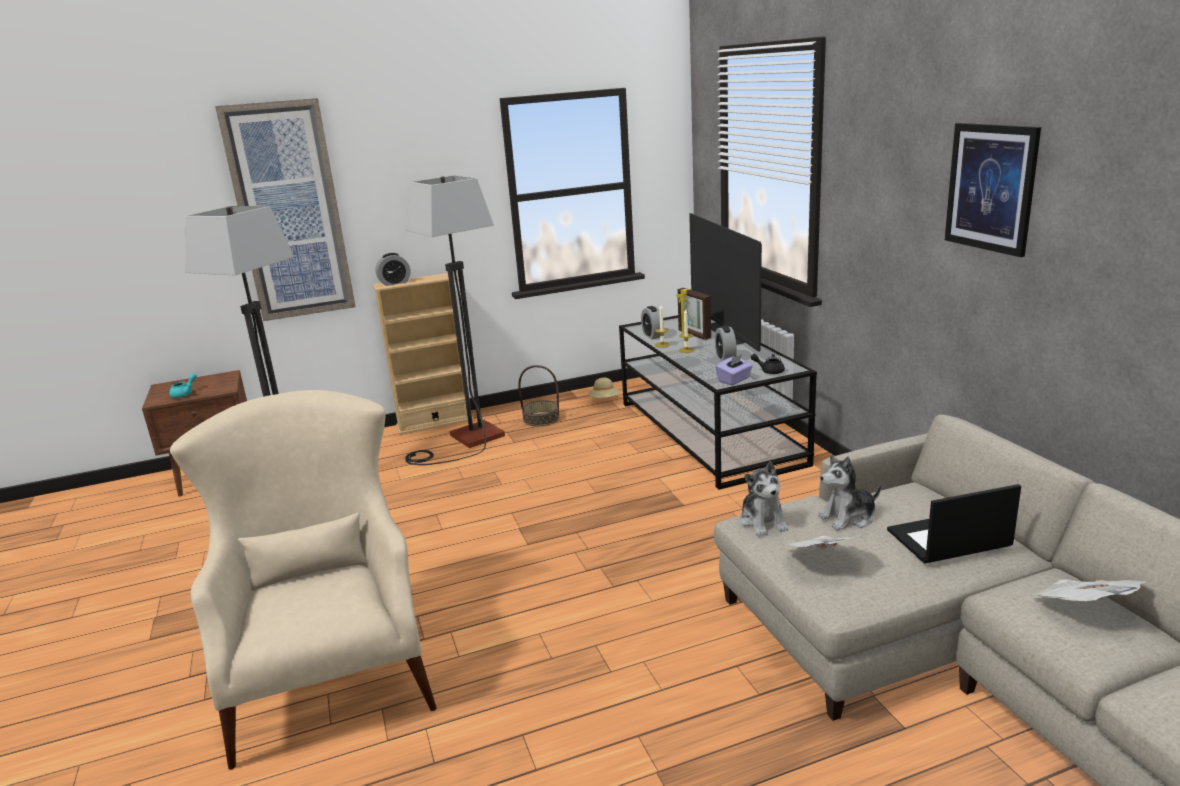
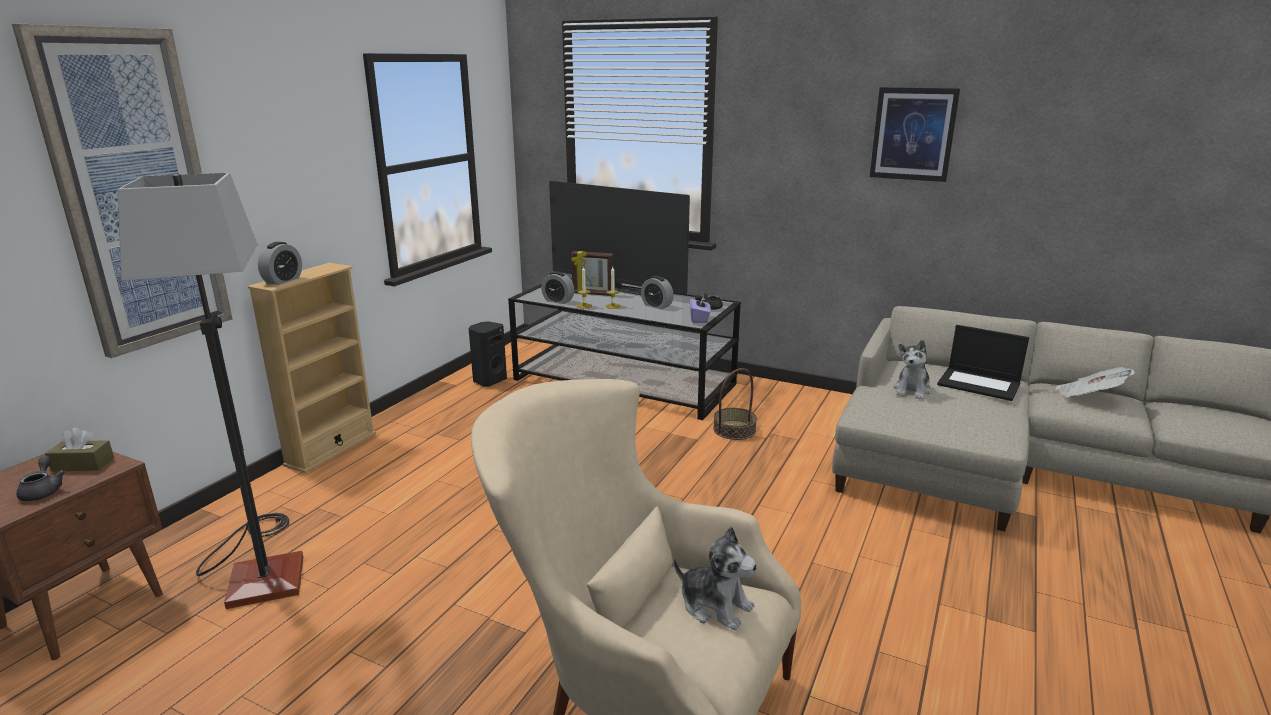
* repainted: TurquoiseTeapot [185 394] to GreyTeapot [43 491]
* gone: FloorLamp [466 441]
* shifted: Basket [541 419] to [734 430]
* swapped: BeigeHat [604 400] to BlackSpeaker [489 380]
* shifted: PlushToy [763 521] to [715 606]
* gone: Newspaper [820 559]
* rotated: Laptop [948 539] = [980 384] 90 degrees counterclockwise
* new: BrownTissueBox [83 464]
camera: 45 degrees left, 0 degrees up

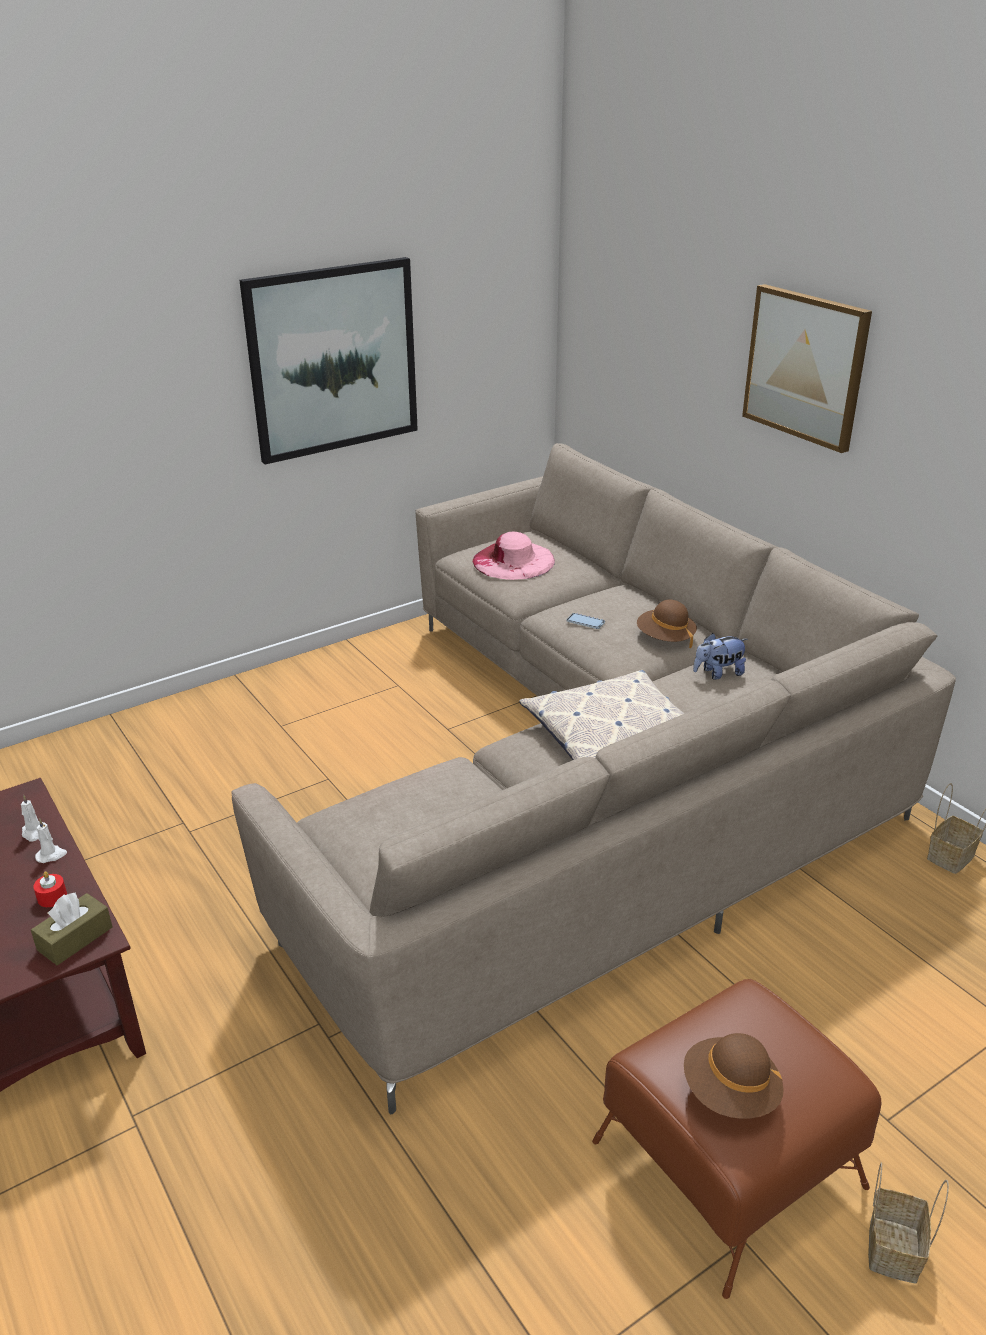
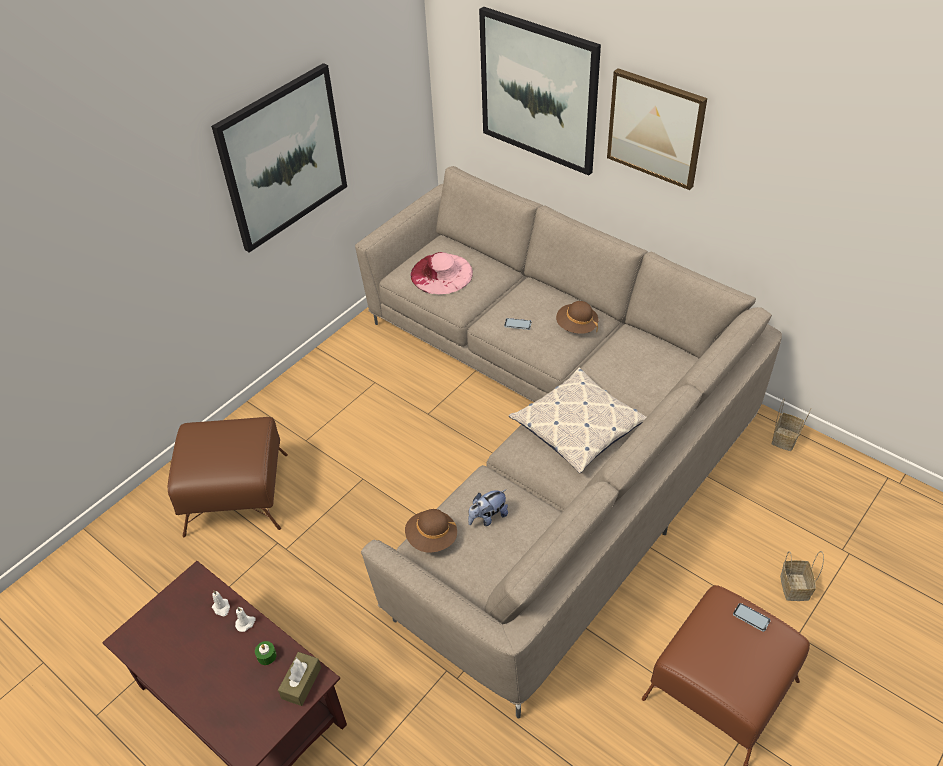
* repainted: RedCandle [52 897] to GreenCandle [266 656]
* shifted: BrownHat [730 1093] to [432 538]
* shifted: PlushToy [718 673] to [488 517]
* shifted: Basket [892 1247] to [793 586]
* new: BrownOttoman [237 494]
* new: Picture [539 91]
* new: Phone [751 617]
camera: 15 degrees left, 15 degrees up

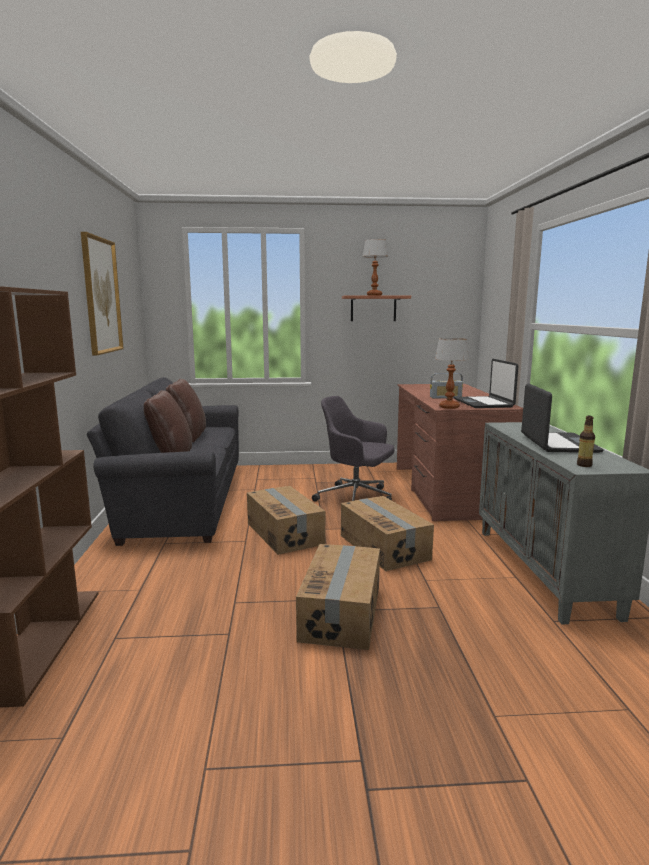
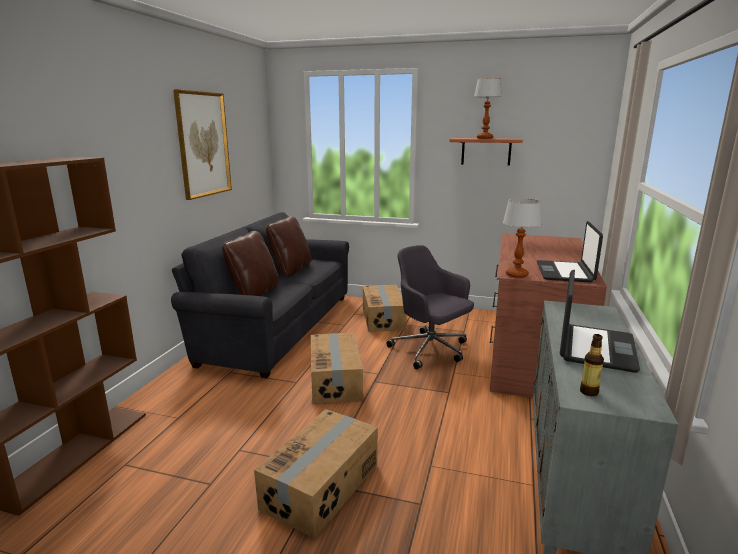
* shifted: CardboardBox [384 547] to [383 318]
* gone: Radio [445 397]
camera: 20 degrees right, 5 degrees up

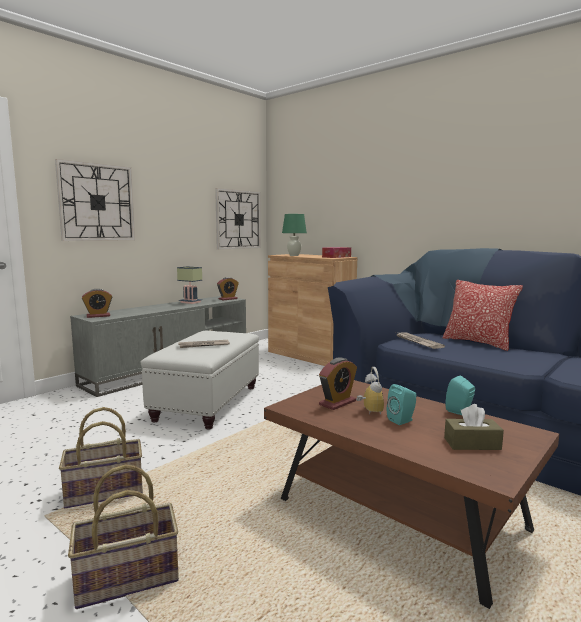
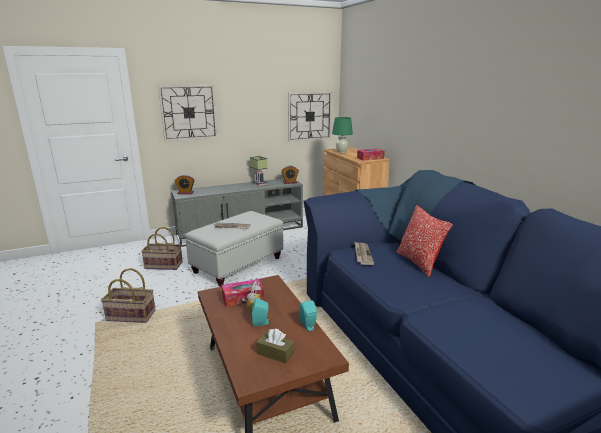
* shifted: Basket [127 579] to [163 265]
* swapped: AlarmClock [337 403] to TissueBox [243 298]
camera: 25 degrees right, 10 degrees up

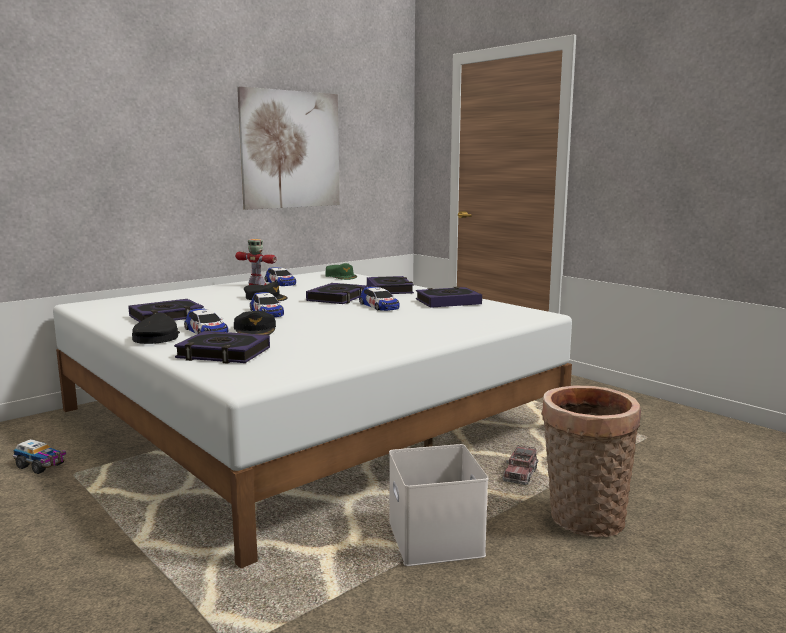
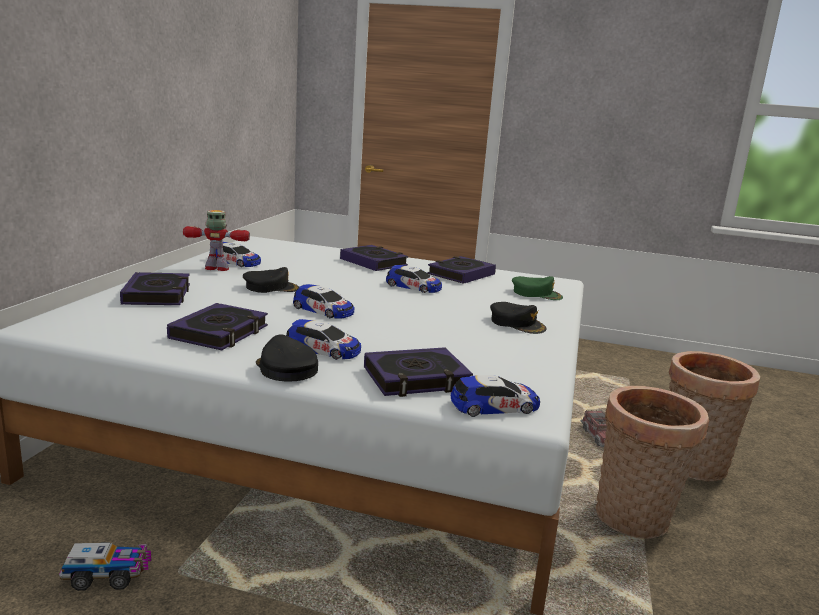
* shifted: BlackCap [255 330] to [517 324]
* gone: Picture [291 150]
* shifted: Book [337 298] to [157 295]
* shifted: GreenCap [341 276] to [536 294]
* swapped: WhiteStorageBox [437 539] to Basket [634 520]
* new: ToyCar [494 406]
camera: 35 degrees left, 5 degrees up

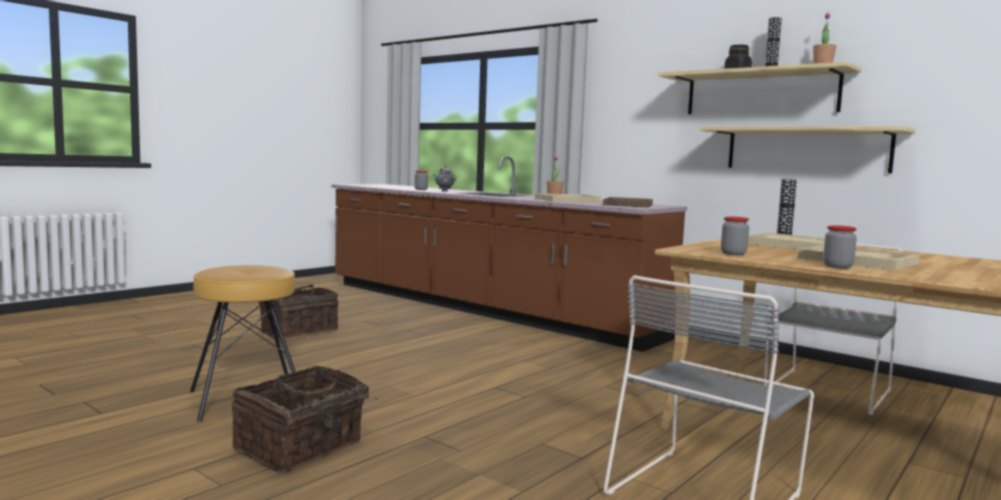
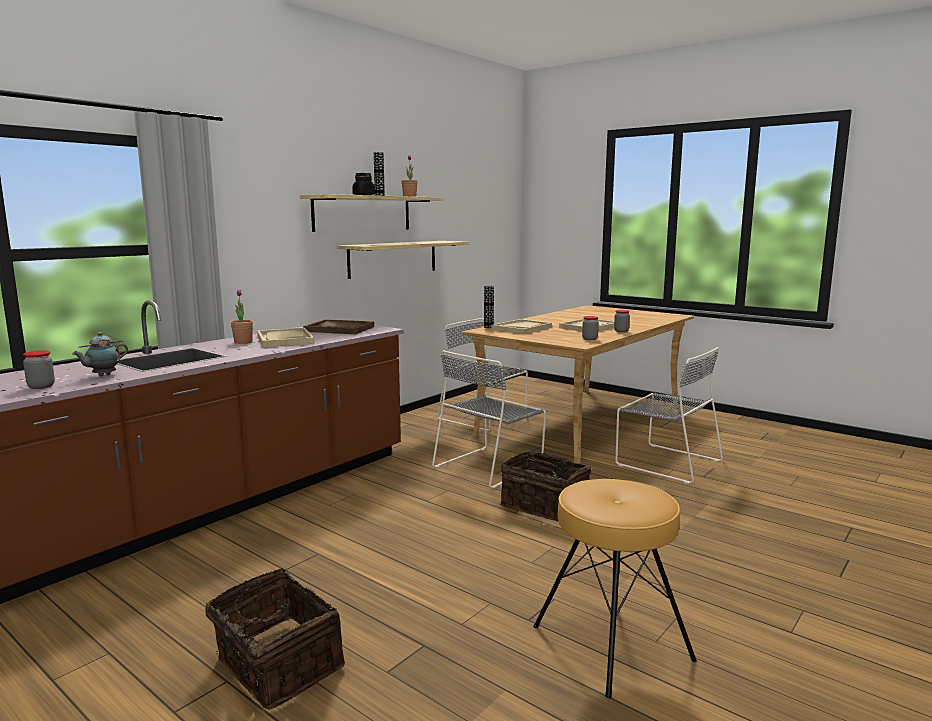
* shifted: Basket [301 447] to [545 506]
* new: GreyChair [490 466]
camera: 90 degrees left, 5 degrees up

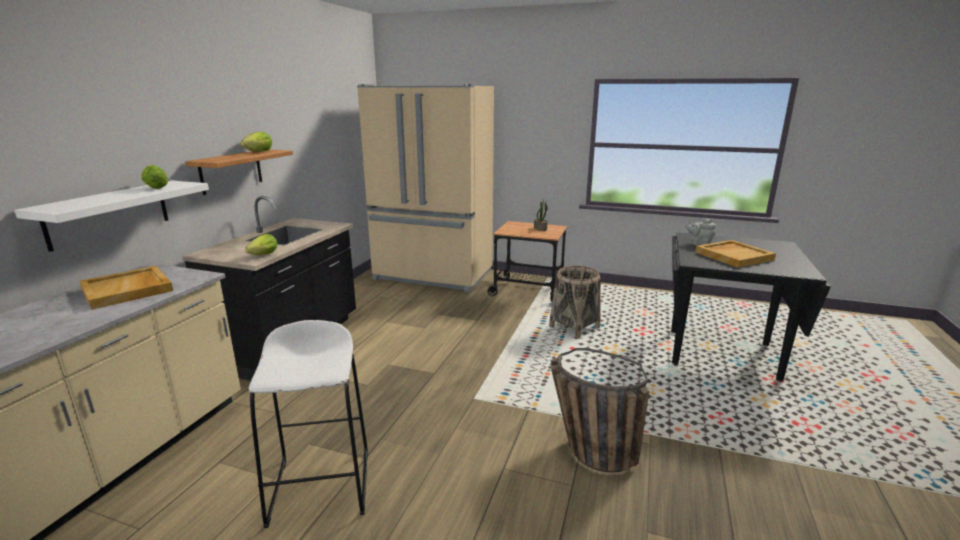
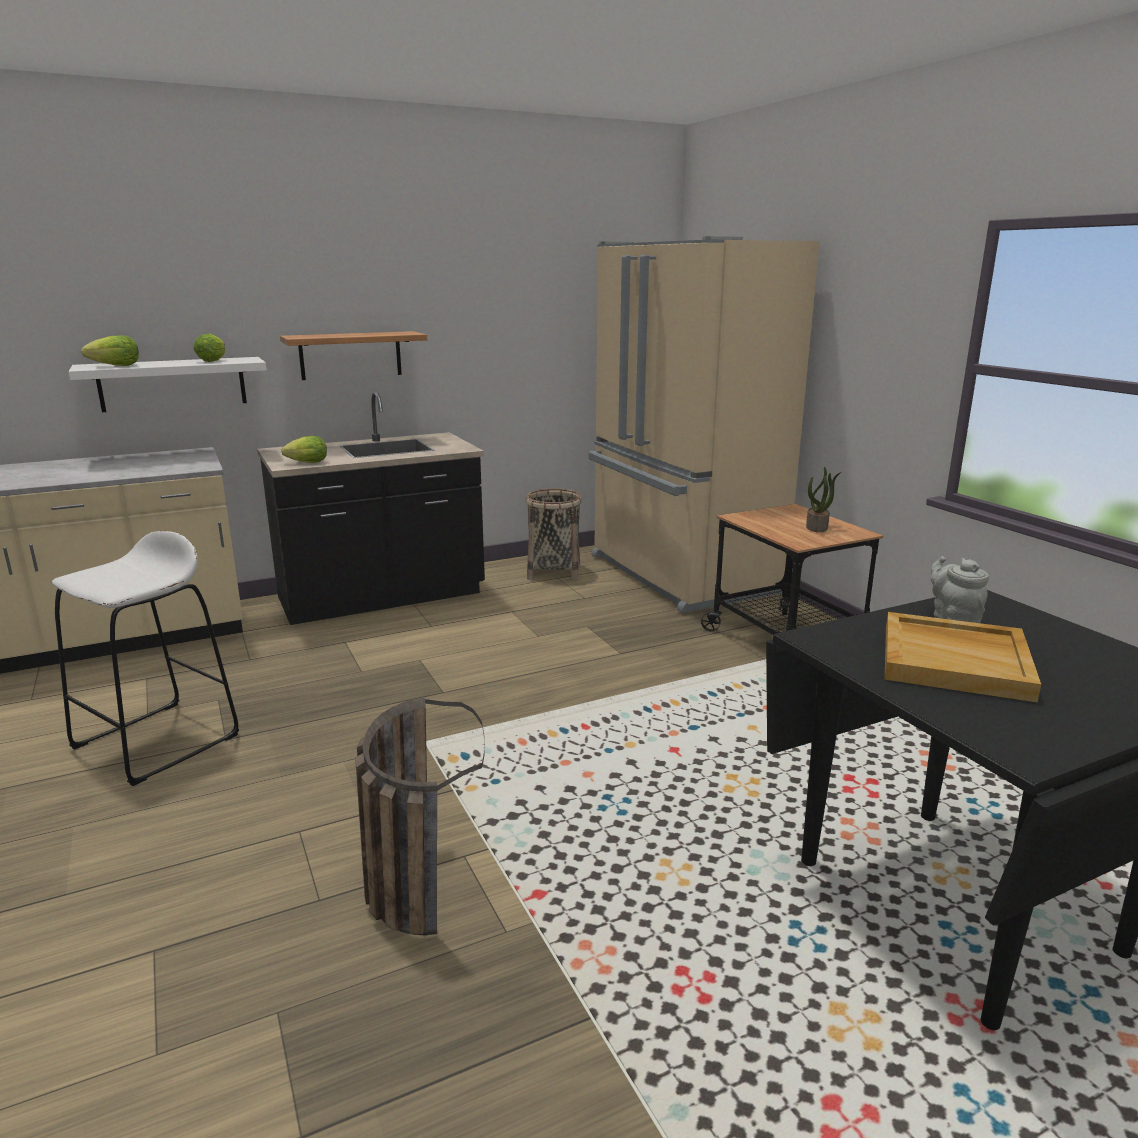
* gone: BeigeTray [128 290]
* shifted: Lettuce [258 152] to [116 366]
* shifted: Basket [574 327] to [554 571]
camera: 45 degrees right, 0 degrees up

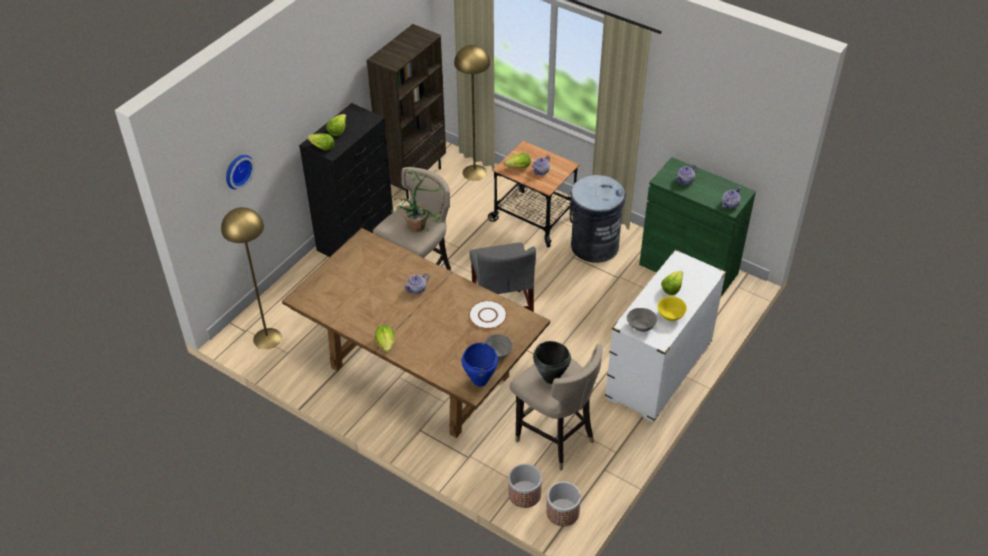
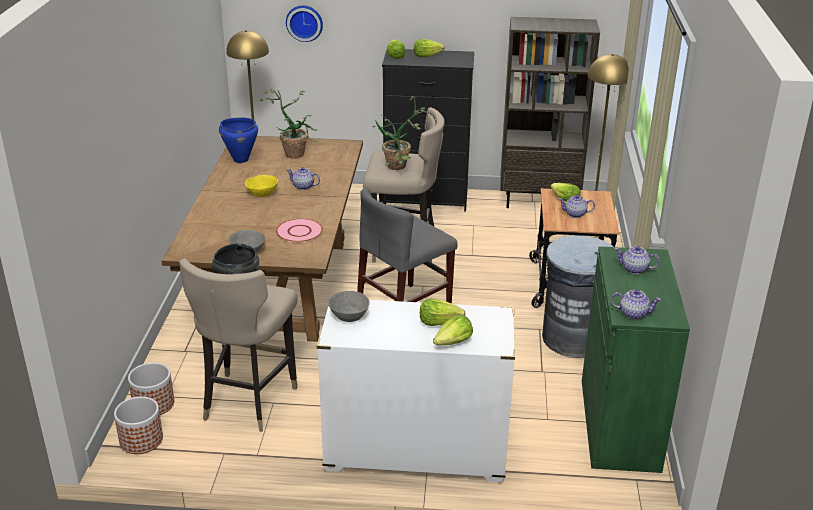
* shifted: Lettuce [386 344] to [453 342]
* shifted: BlueCookingPot [479 381] to [240 159]
* repainted: WhitePlate [487 315] to PinkPlate [299 231]
* shifted: YellowBowl [670 315] to [262 193]
* new: PottedPlant [294 152]
camera: 60 degrees right, 15 degrees down

